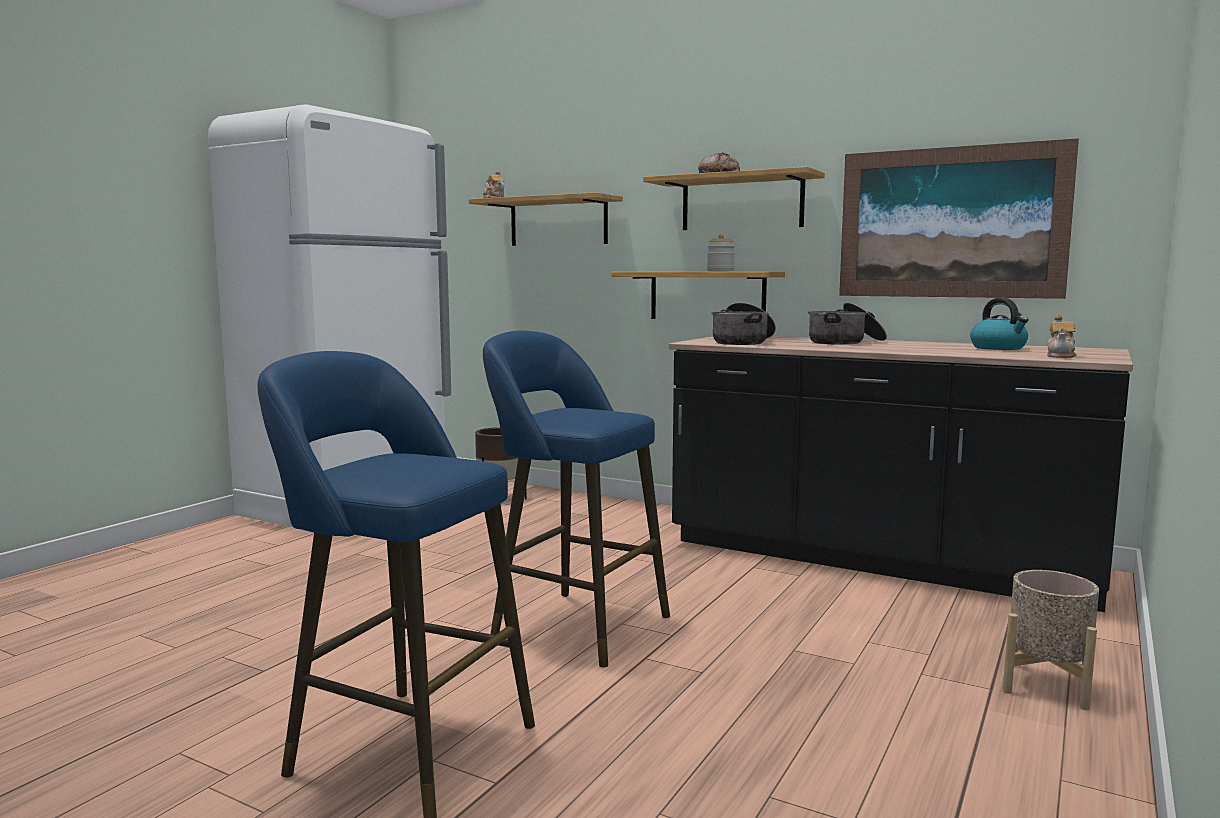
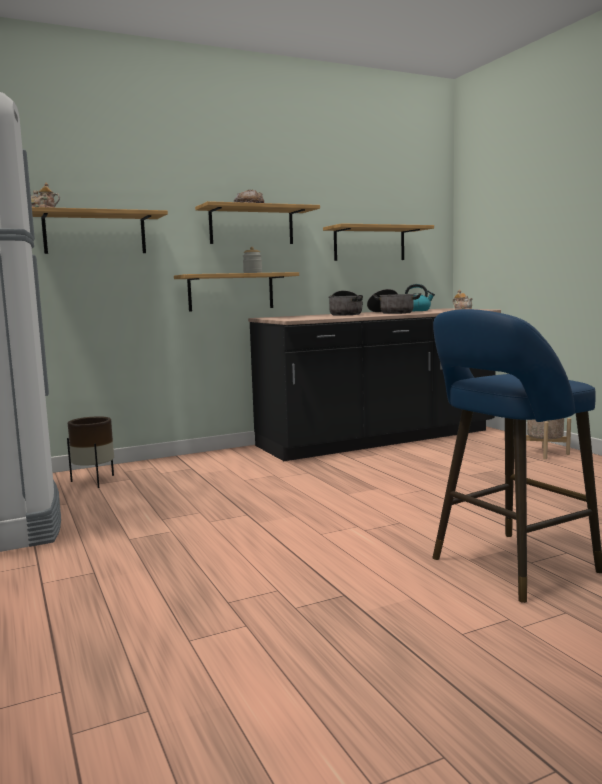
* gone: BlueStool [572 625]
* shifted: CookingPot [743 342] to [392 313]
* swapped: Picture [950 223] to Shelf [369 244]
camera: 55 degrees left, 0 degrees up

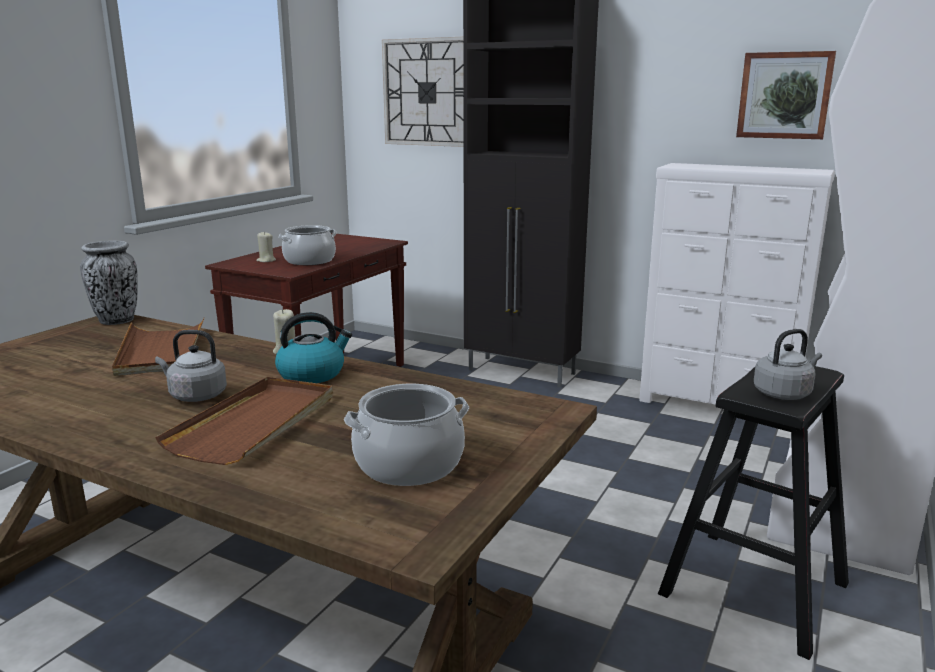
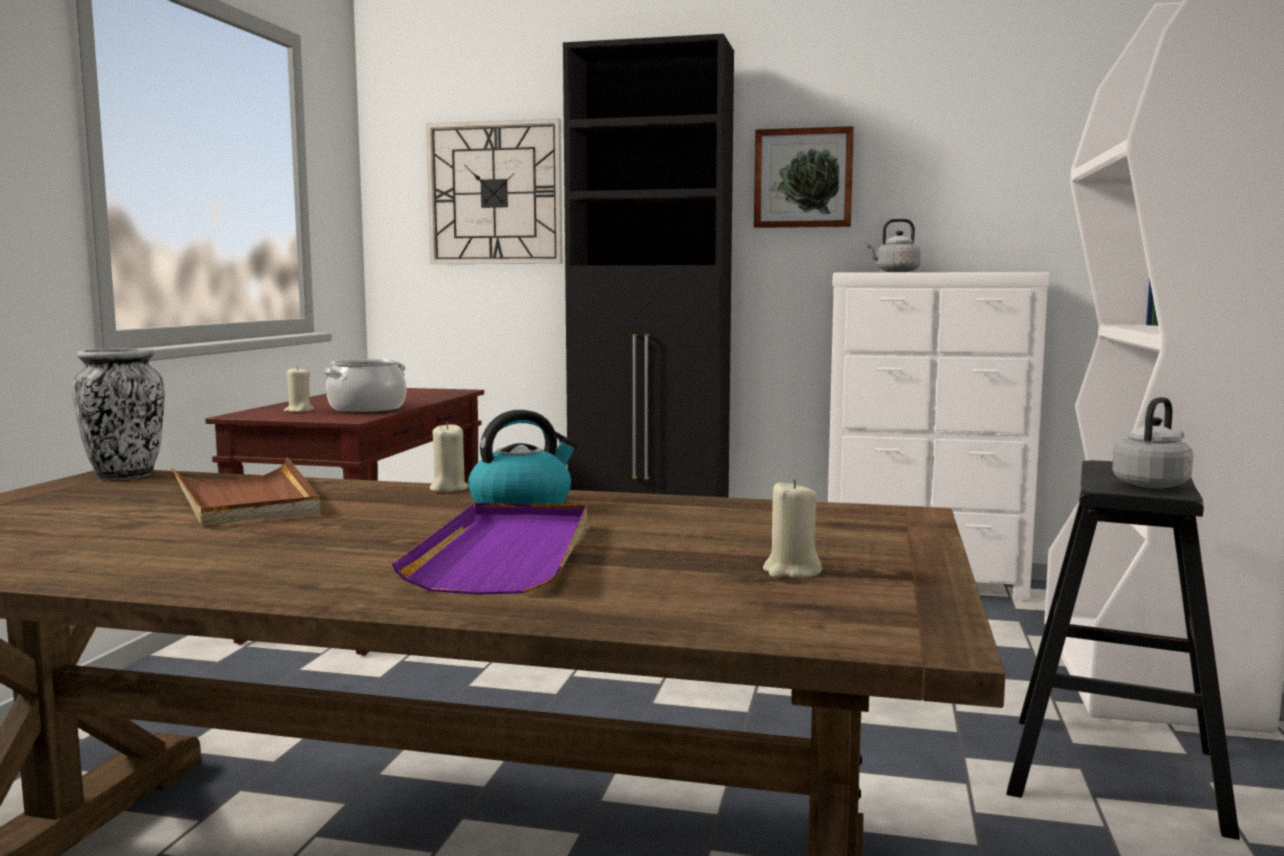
* shifted: GreyKettle [195 396] to [895 272]
* repainted: BrownTray [256 423] to PurpleTray [507 554]
* swapped: CookingPot [409 464] to BeigeCandle [791 571]
* shifted: Picture [784 95] to [803 178]
camera: 15 degrees left, 10 degrees down

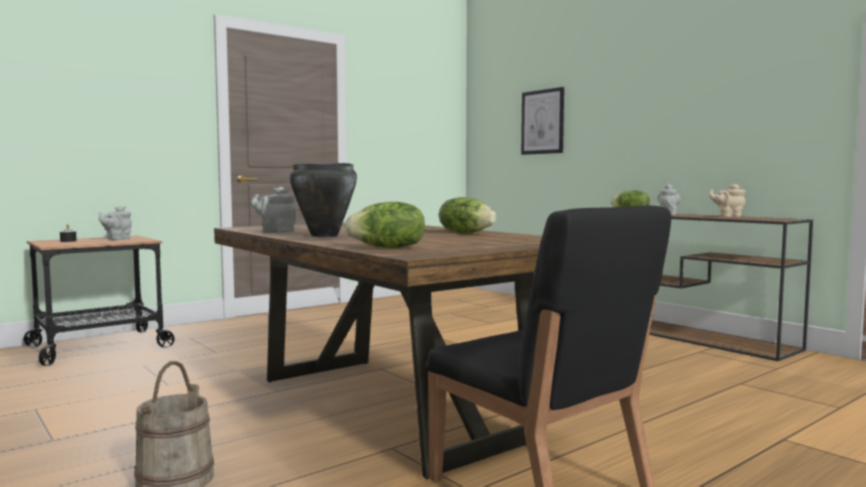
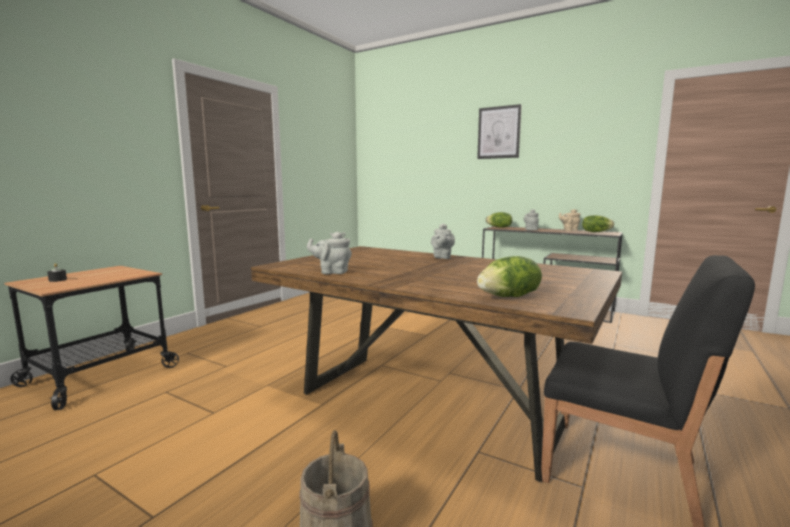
* shifted: GreyTeapot [117 239] to [442 257]
* gone: BlackCookingPot [325 235]
* shifted: Lettuce [466 233] to [595 232]
* shifted: Picture [542 122] to [499 132]
camera: 20 degrees left, 5 degrees up

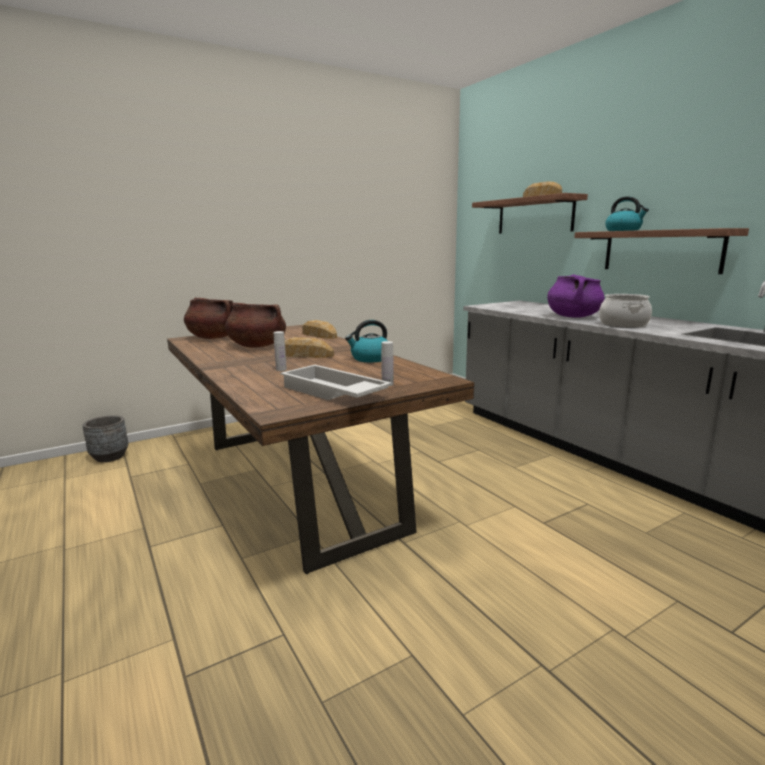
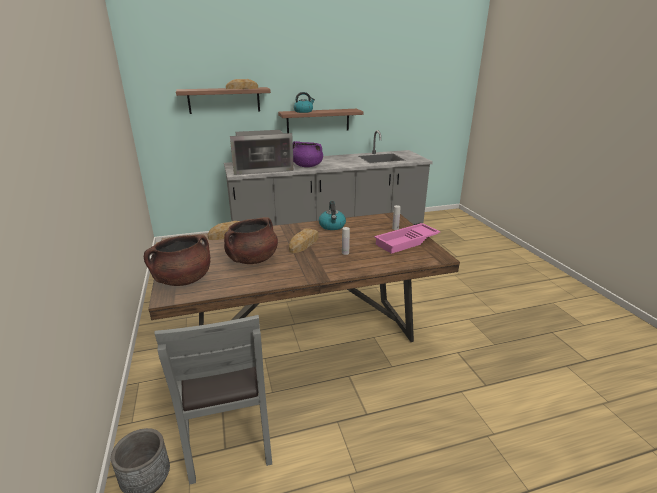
* repainted: WhiteTray [332 392] to PinkTray [407 242]
* gone: CookingPot [623 324]
* new: GreyChair [228 431]
* new: Microwave [262 168]
camera: 75 degrees left, 10 degrees up

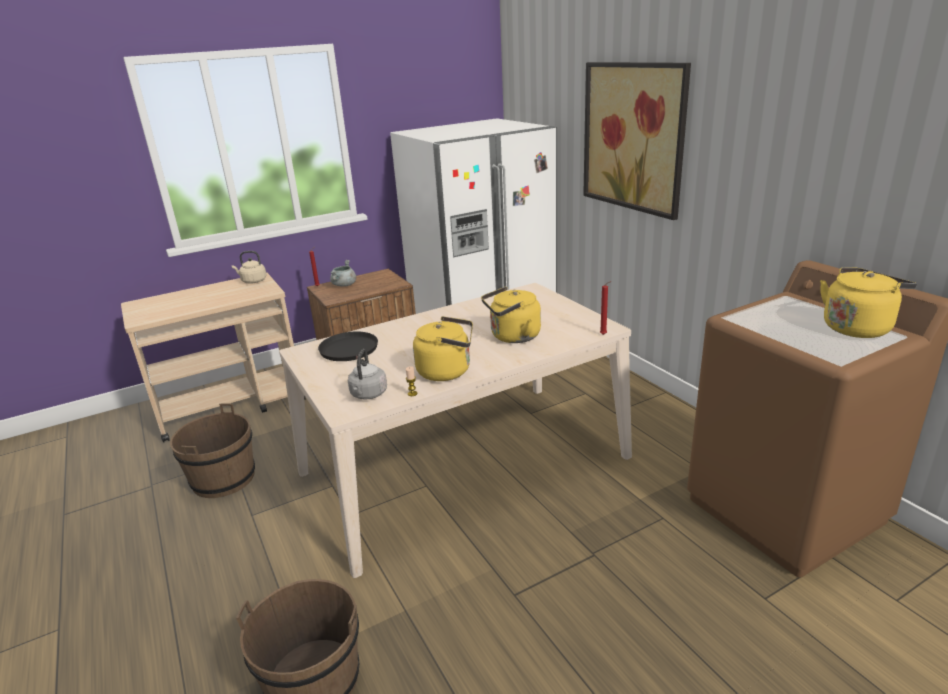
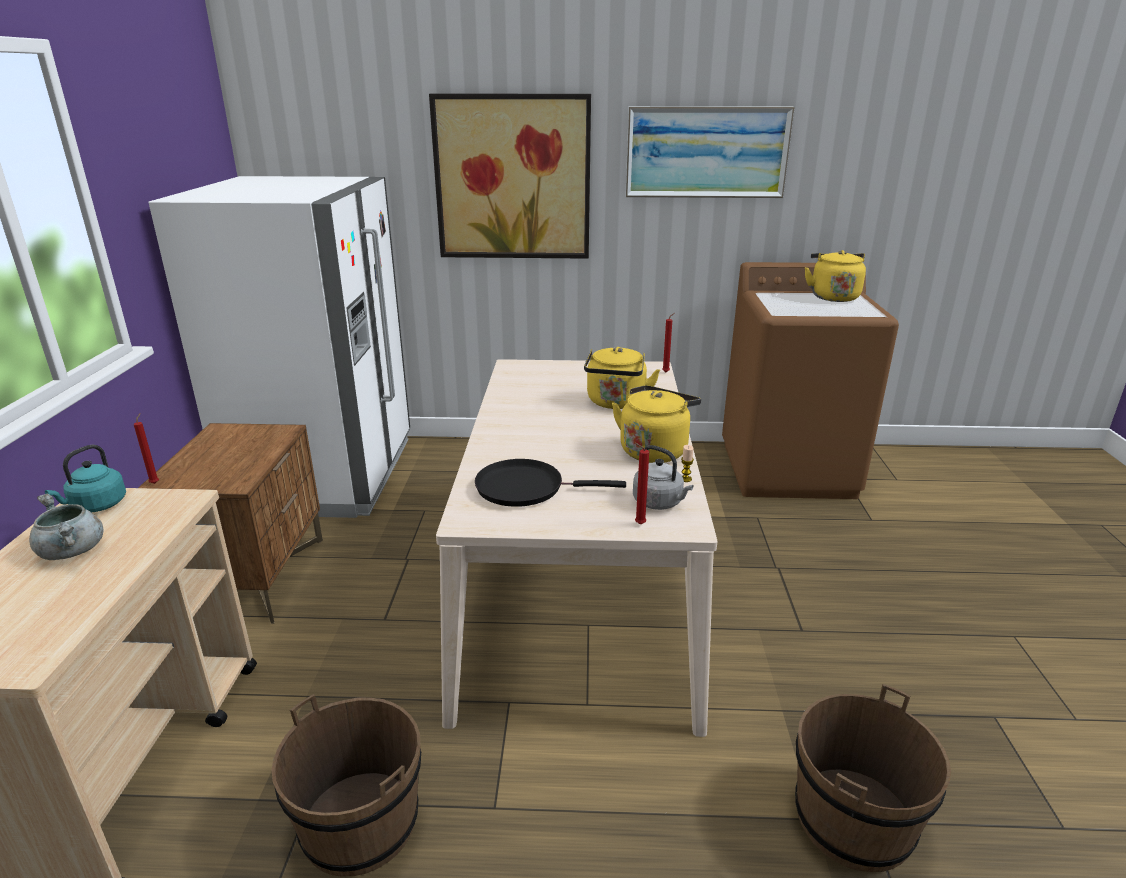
* repainted: BeigeKettle [252 281] to TurquoiseKettle [96 506]
* shifted: GreyCookingPot [344 285] to [73 551]
* new: Picture [706 152]
* new: RedCandle [638 524]
camera: 60 degrees left, 0 degrees up

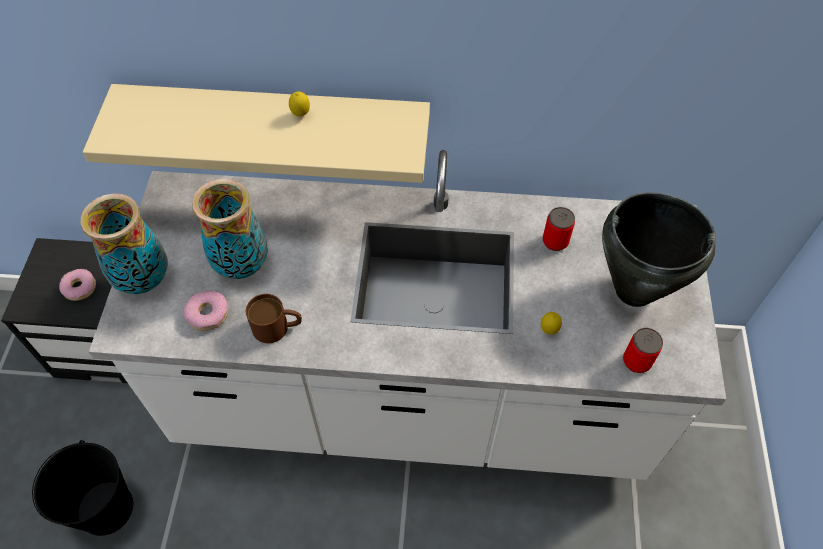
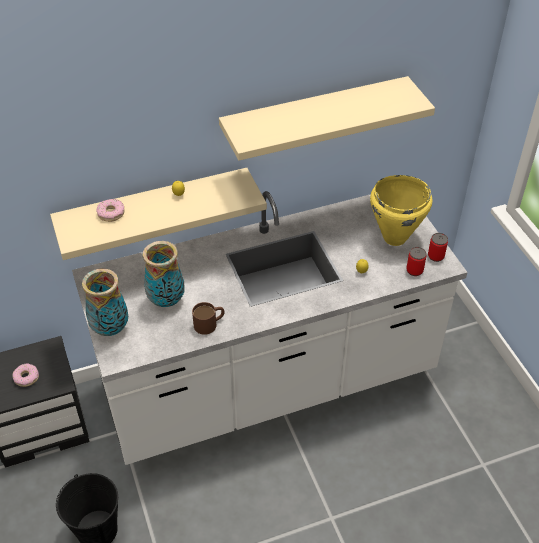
* shifted: Donut [207 314] to [111 213]
* shifted: Can [555 241] to [436 256]
* repainted: BlackCookingPot [633 289] to YellowCookingPot [394 237]
* new: BeigeShelf [315 118]
camera: 25 degrees left, 10 degrees down

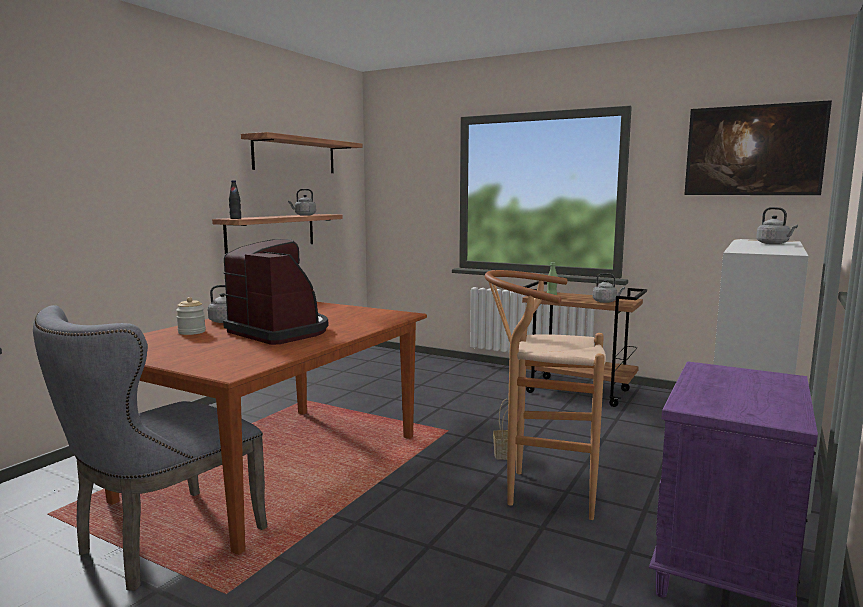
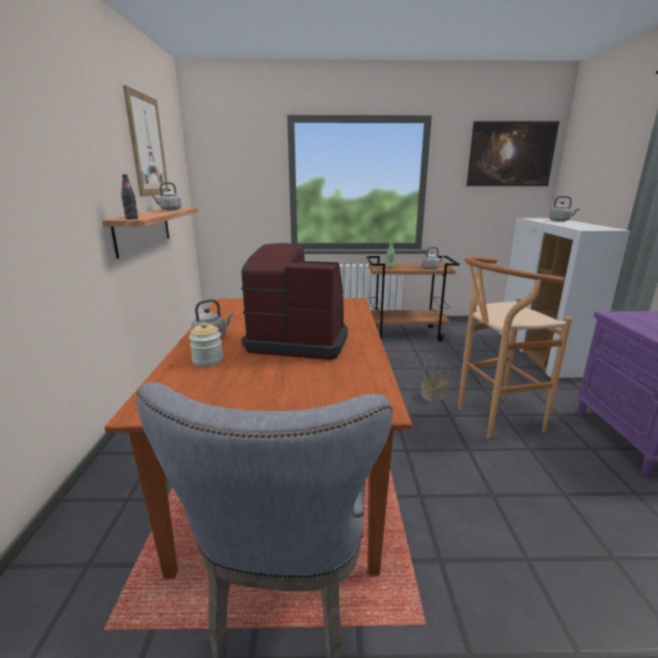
* swapped: Shelf [295 155] to Picture [147 146]
camera: 30 degrees left, 10 degrees up

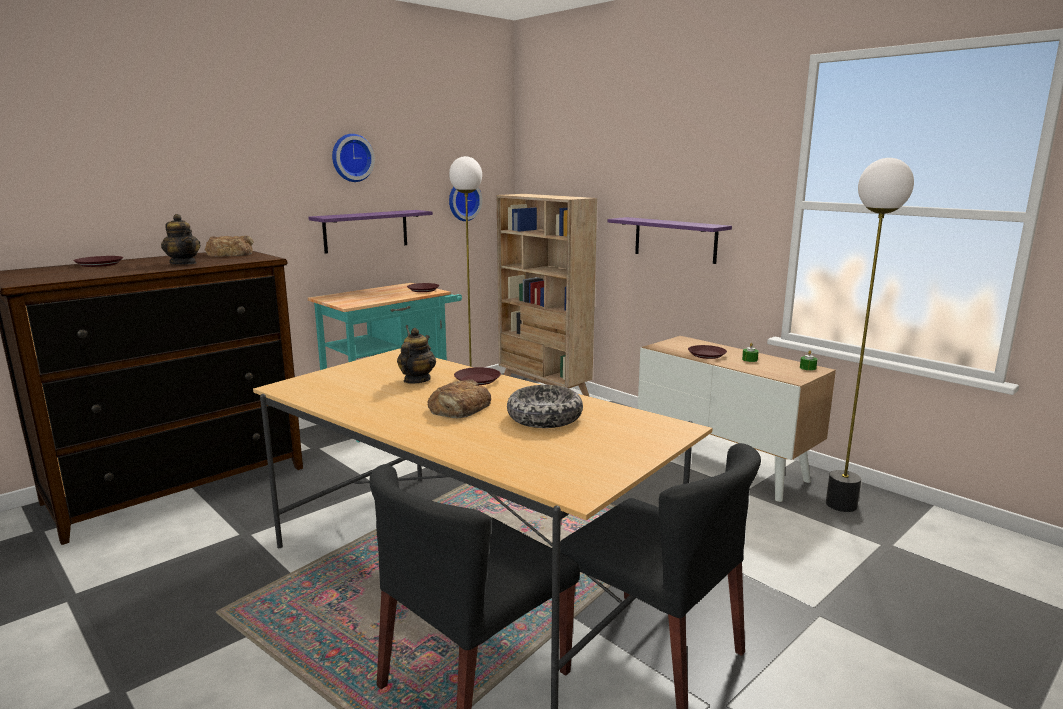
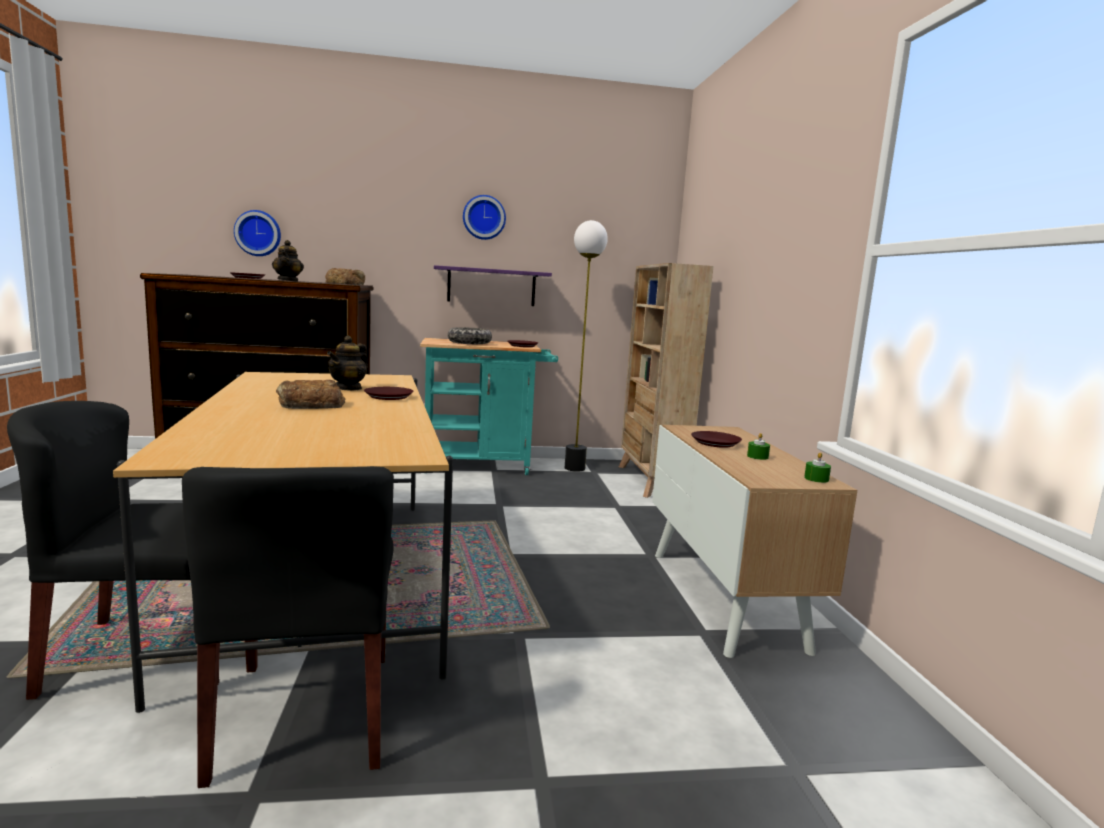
* rotated: Teapot [416 380] = [348 388] 150 degrees clockwise
* shifted: WallClock [463 200] to [258 233]
* shifted: Bowl [544 418] to [469 343]
* gone: PurpleShelf [675 239]
* gone: FloorLamp [841 504]
camera: 35 degrees right, 5 degrees down

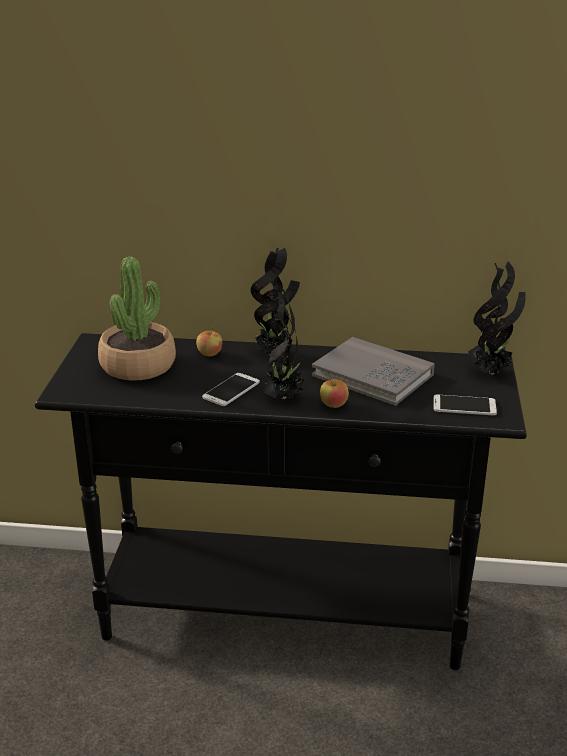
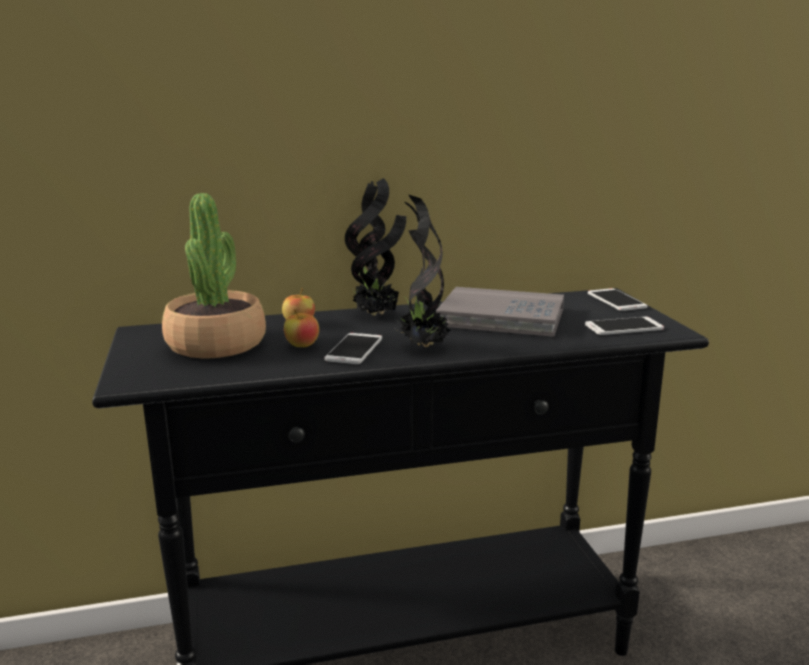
* shifted: Apple [333 405] to [302 345]
* swapped: PottedPlant [491 372] to Phone [616 300]
camera: 20 degrees left, 10 degrees down

